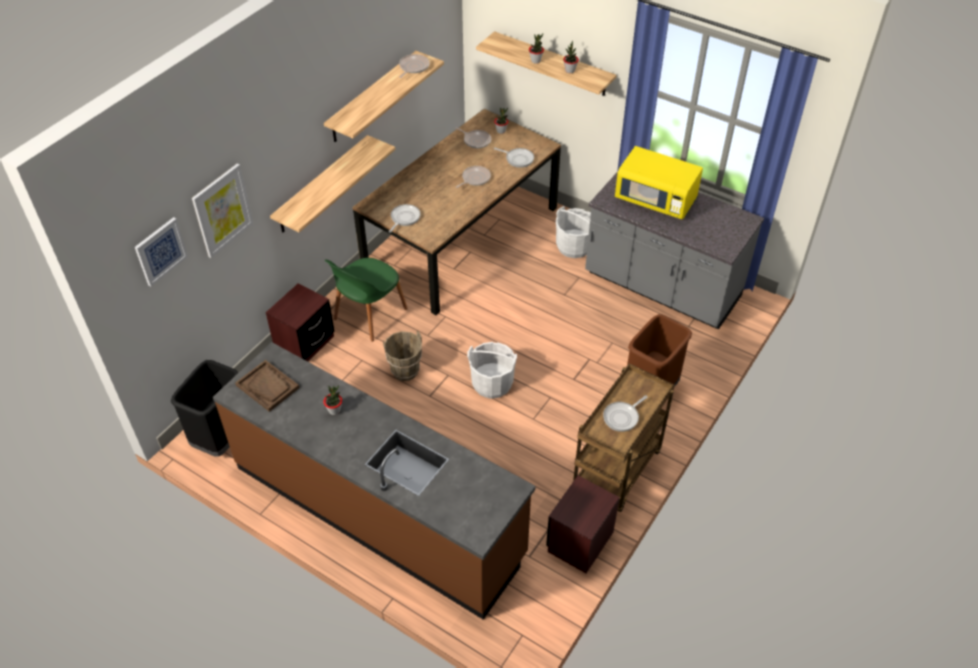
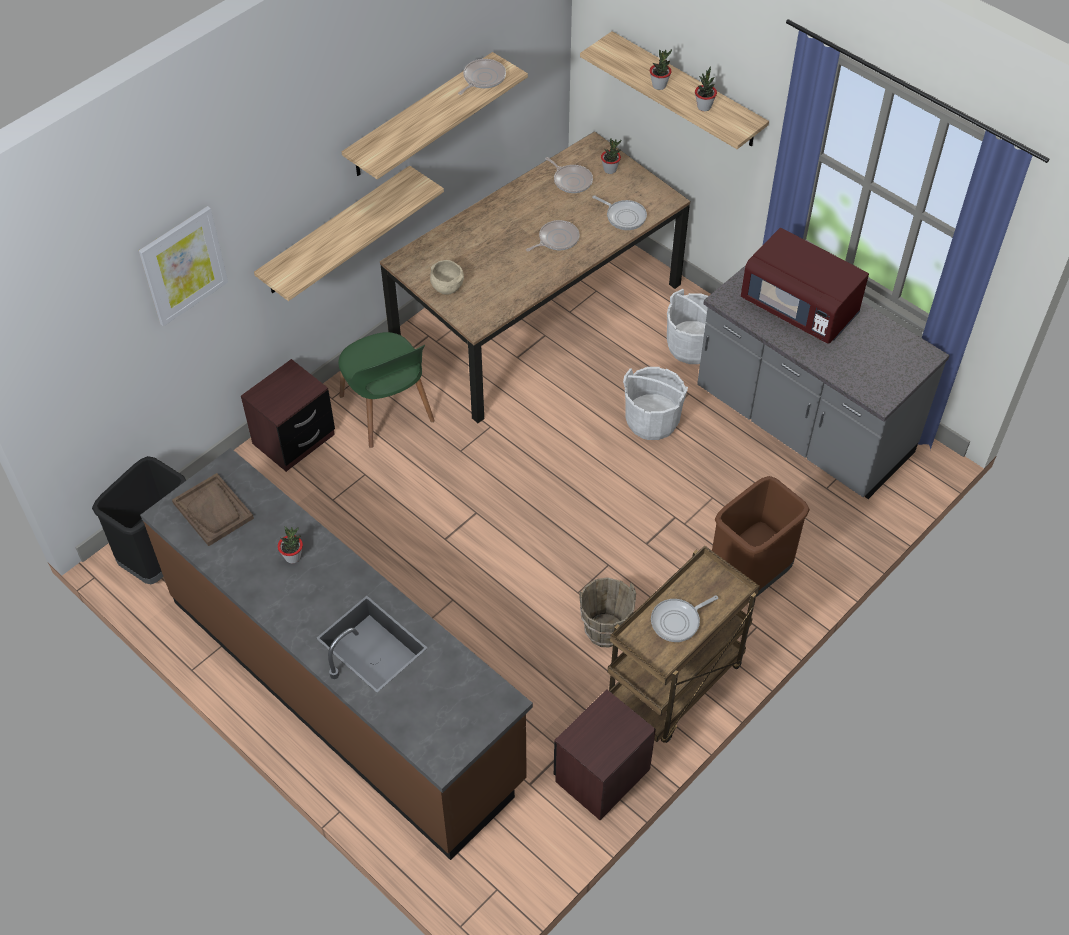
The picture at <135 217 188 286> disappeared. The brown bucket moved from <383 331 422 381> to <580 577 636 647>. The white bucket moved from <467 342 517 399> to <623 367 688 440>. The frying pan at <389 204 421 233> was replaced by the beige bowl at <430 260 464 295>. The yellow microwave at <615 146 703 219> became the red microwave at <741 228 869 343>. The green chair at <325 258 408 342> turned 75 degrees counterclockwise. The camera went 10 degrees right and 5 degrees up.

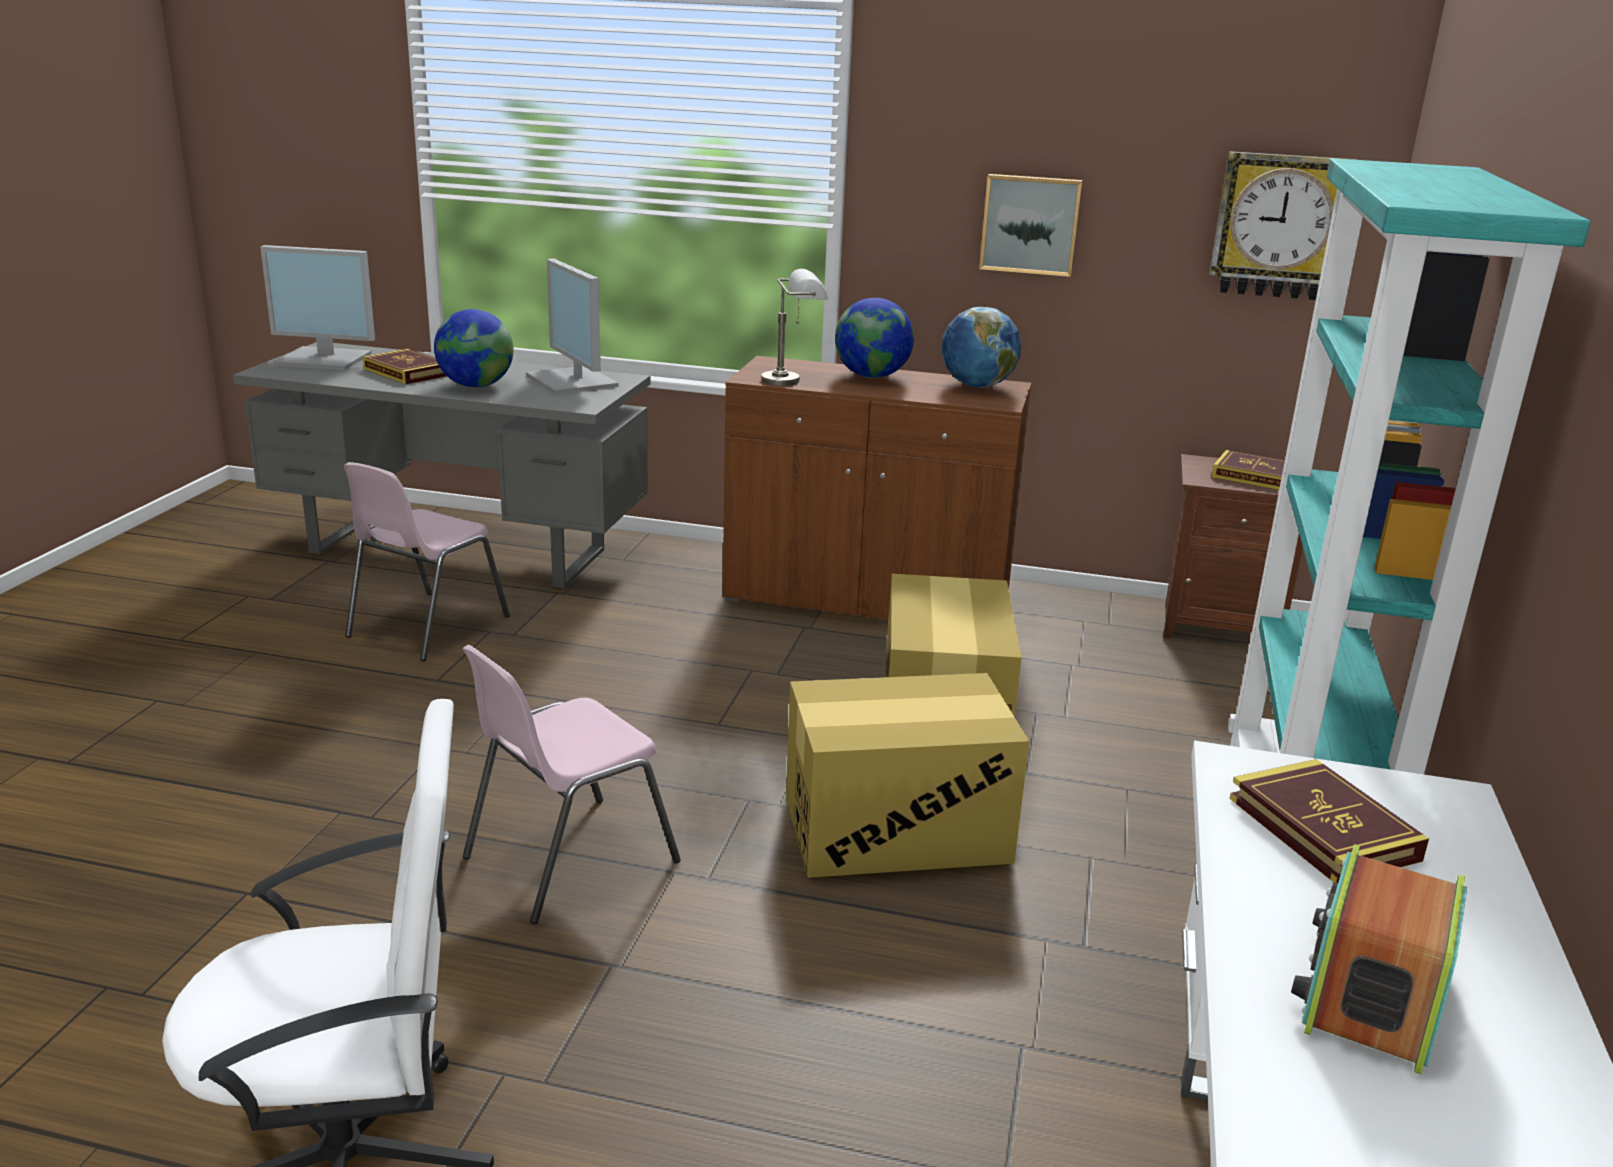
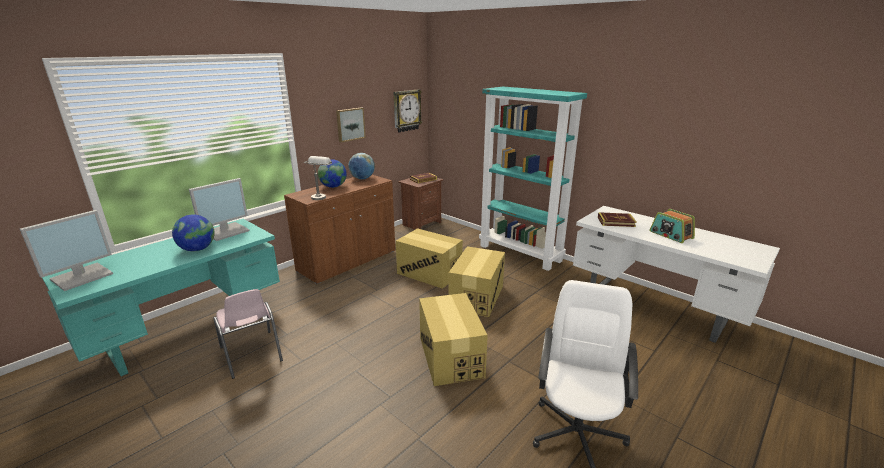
The book at <363 349 446 384> disappeared. The pink chair at <463 645 681 924> was replaced by the cardboard box at <419 293 488 386>. The grey desk at <233 342 651 589> became the turquoise desk at <42 219 280 377>. The monitor at <526 259 619 395> turned 45 degrees counterclockwise. The camera went 60 degrees left and 0 degrees up.

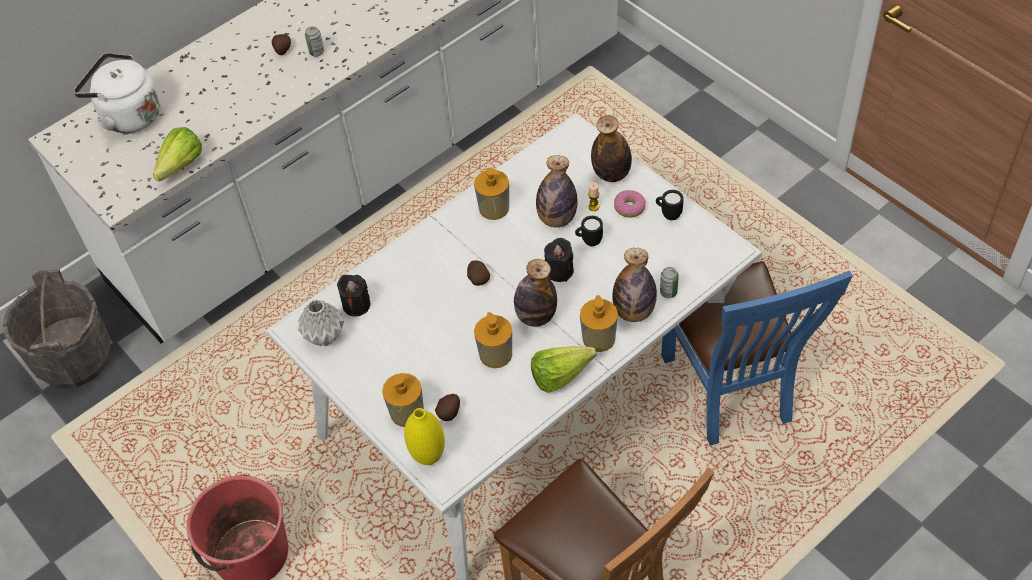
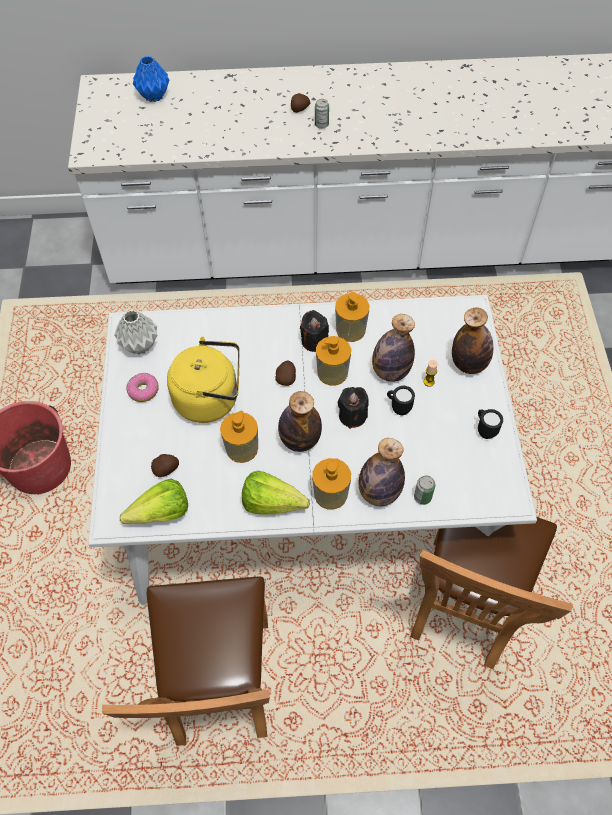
The grey bucket at <3 270 111 389> disappeared. The yellow vase at <404 408 445 465> disappeared. The yellow kettle at <167 337 240 423> appeared. The lettuce moved from <153 127 202 181> to <120 479 188 524>. The black candle moved from <337 275 370 317> to <300 310 329 352>. The soap dispenser moved from <382 373 424 427> to <316 336 351 386>. The donut moved from <614 190 646 218> to <126 373 159 402>. The white kettle at <74 53 161 133> was replaced by the blue vase at <133 56 169 102>. The blue chair at <661 261 853 446> became the brown chair at <410 517 573 669>. The camera went 35 degrees right and 5 degrees up.

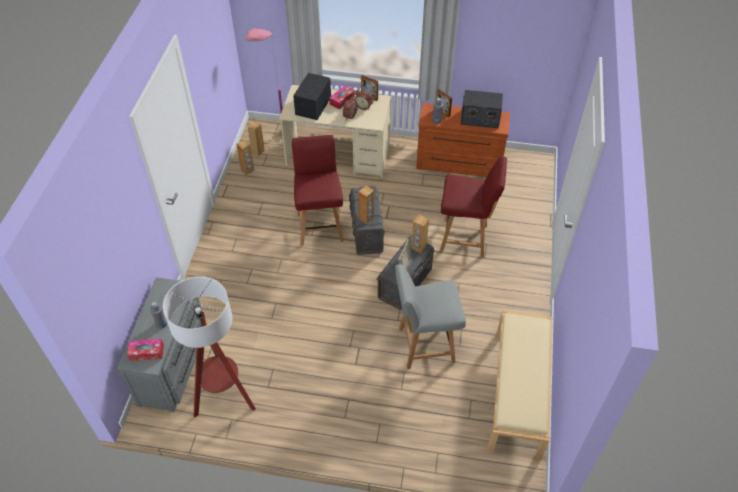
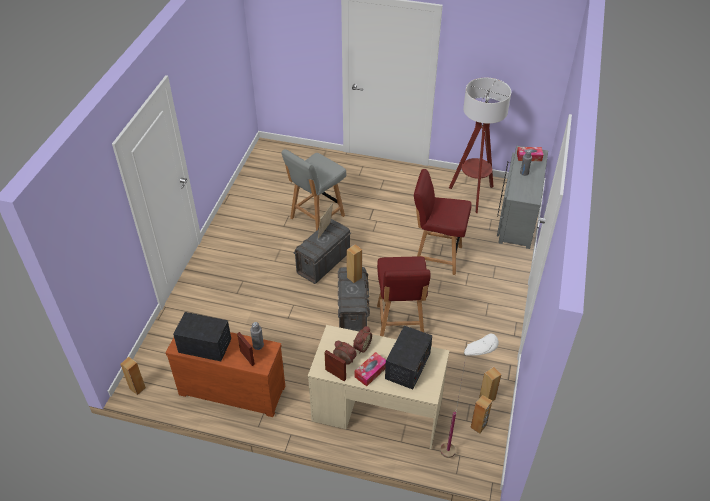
The beige bench at <487 310 553 460> disappeared. The brown speaker moved from <411 215 429 253> to <120 357 146 395>. The red chair moved from <440 156 507 258> to <414 169 471 275>. The pink floor lamp at <246 28 283 135> became the white floor lamp at <440 333 499 458>. The grey chair at <395 264 466 369> turned 135 degrees clockwise. The camera went 175 degrees left and 5 degrees down.

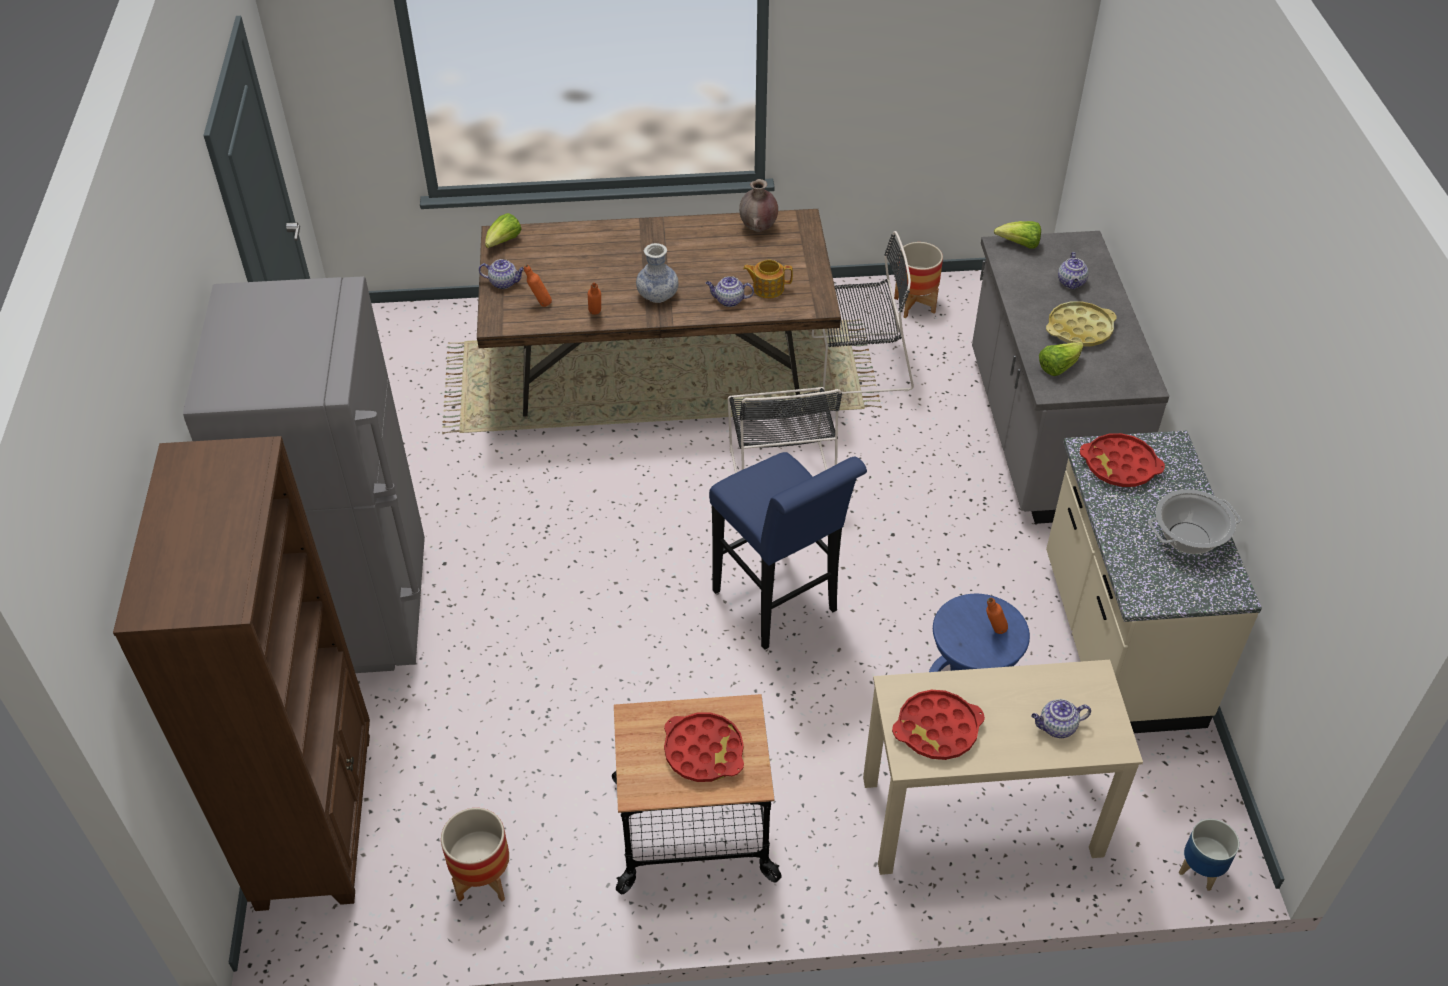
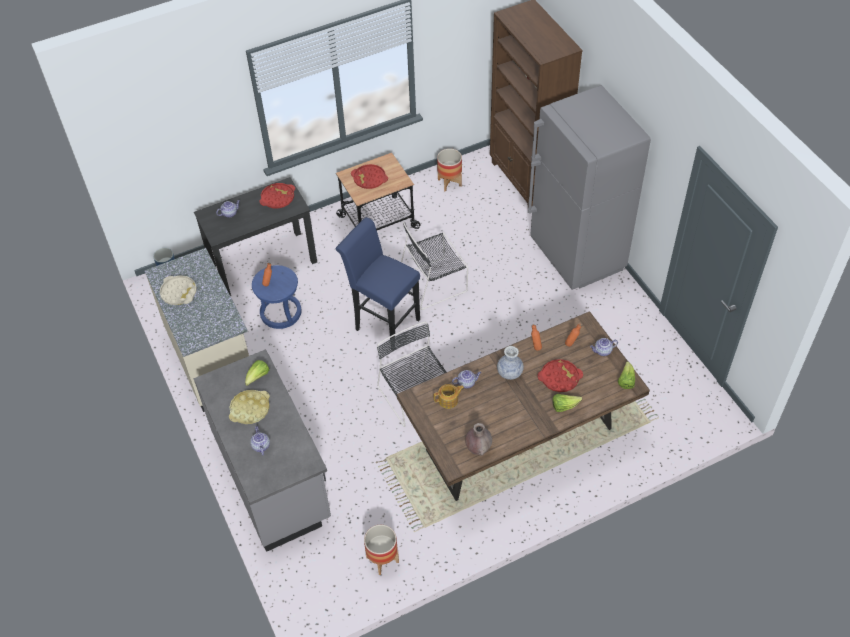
The black chair moved from <812 231 914 394> to <401 222 468 310>. The lettuce moved from <994 221 1041 248> to <552 394 582 412>. The red tray moved from <1080 433 1165 487> to <538 359 583 392>. The cooking pot at <1148 489 1241 554> was replaced by the beige tray at <160 275 197 305>. The beige desk at <863 660 1143 875> became the black desk at <194 177 317 296>. The camera went 160 degrees right and 5 degrees up.

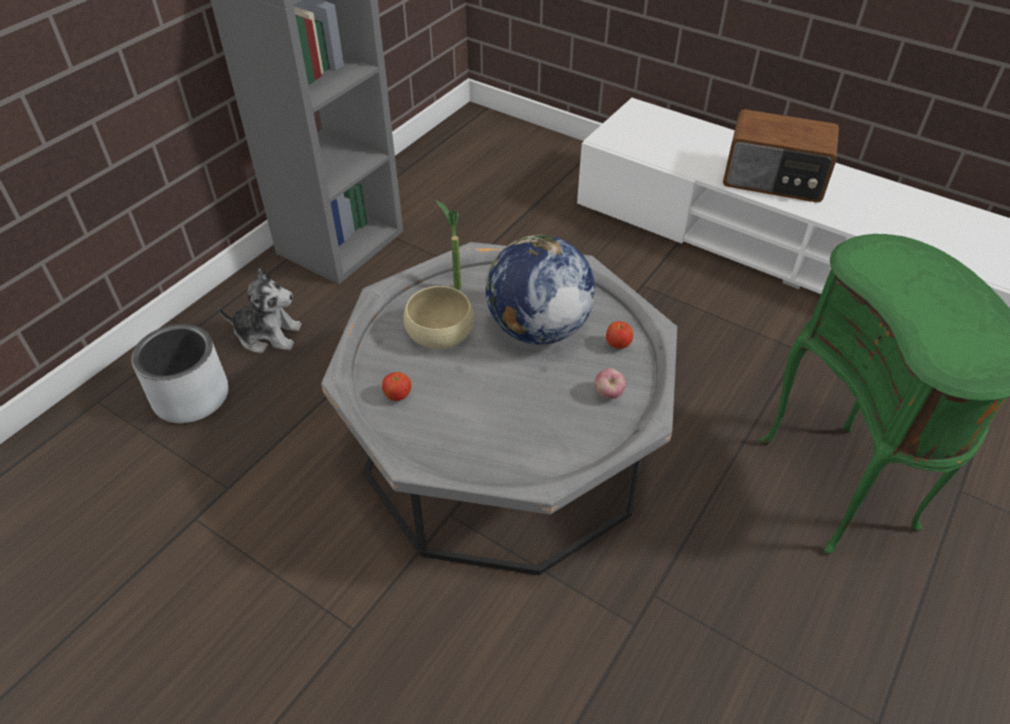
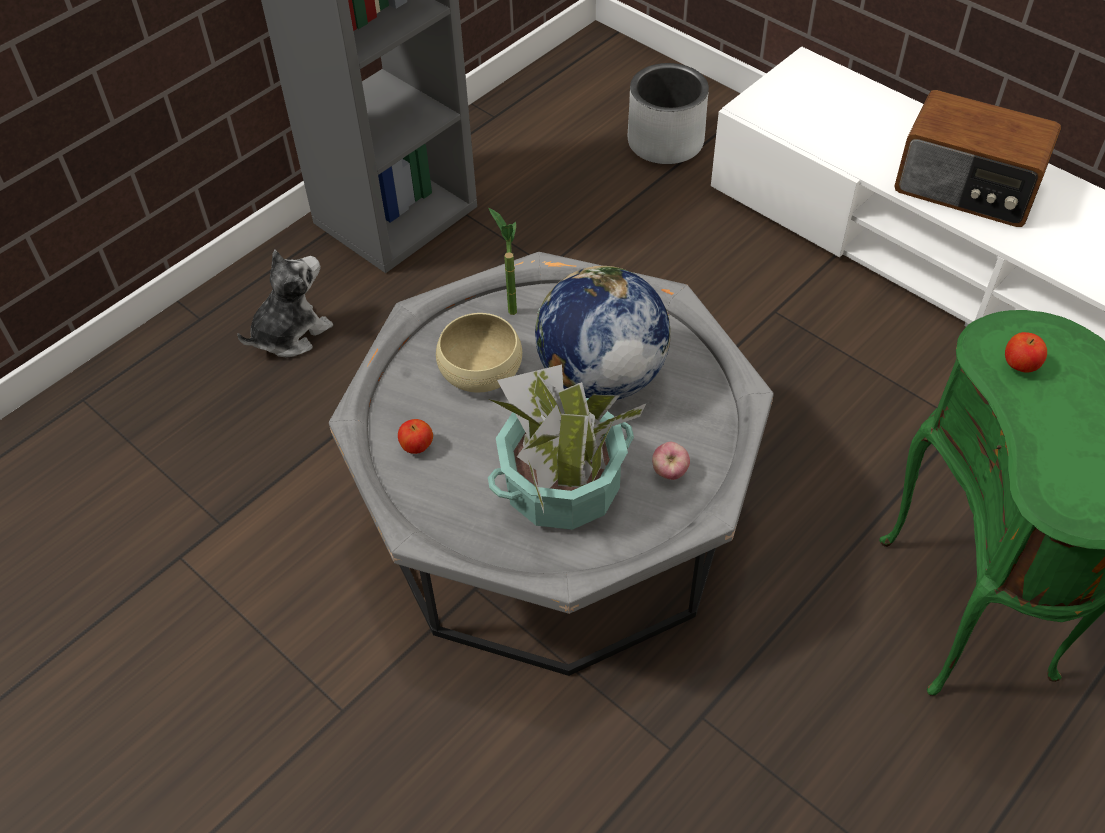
The potted plant at <488 365 646 530> appeared. The grey planter moved from <131 324 229 423> to <628 63 709 164>. The apple moved from <606 321 633 349> to <1005 332 1047 373>. The plush toy at <218 268 302 353> turned 60 degrees counterclockwise. The camera went 10 degrees right and 5 degrees up.

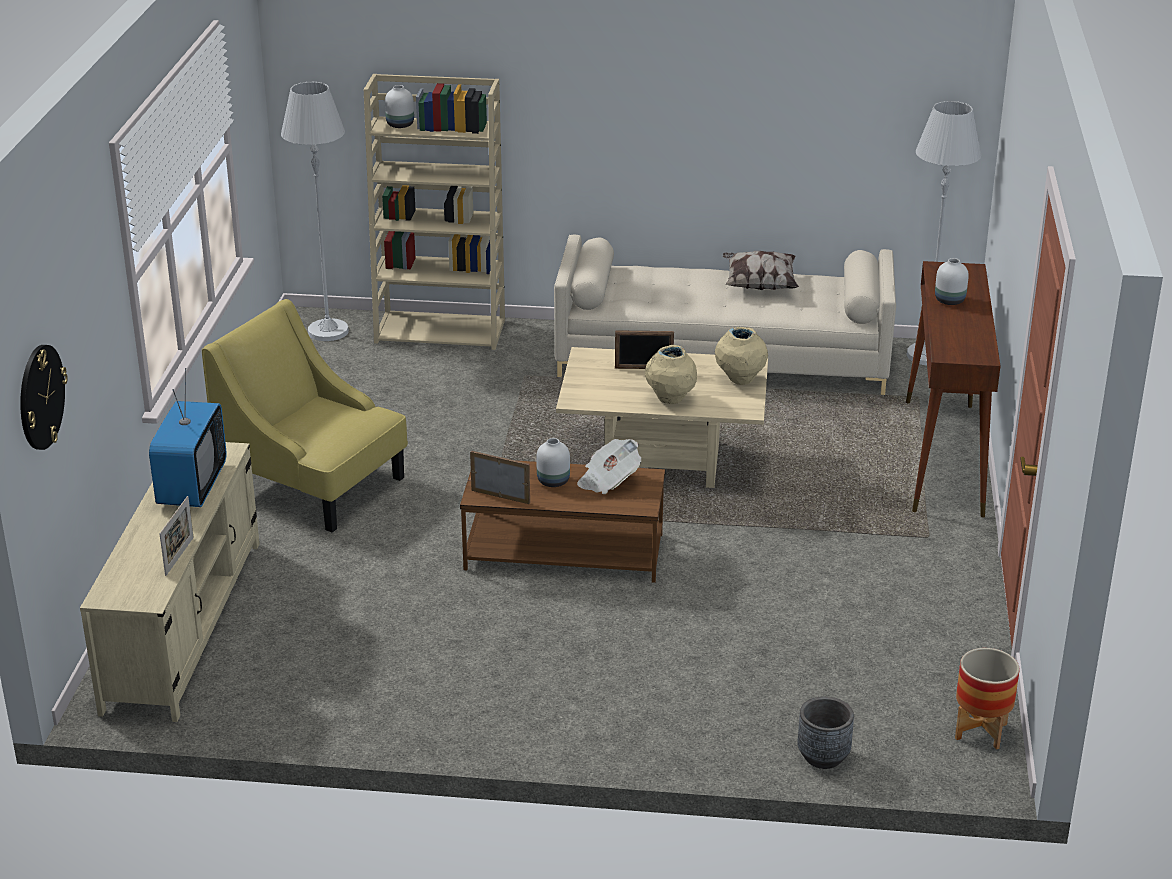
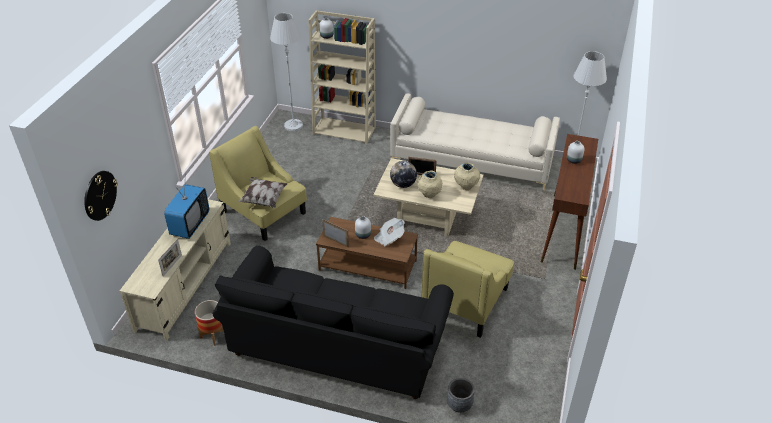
The black sofa at <213 246 454 399> appeared. The globe at <390 161 417 188> appeared. The yellow armchair at <421 241 514 338> appeared. The pillow moved from <723 251 799 290> to <238 177 288 208>. The planter moved from <955 648 1020 750> to <195 300 224 346>. The camera went 10 degrees right and 10 degrees up.

